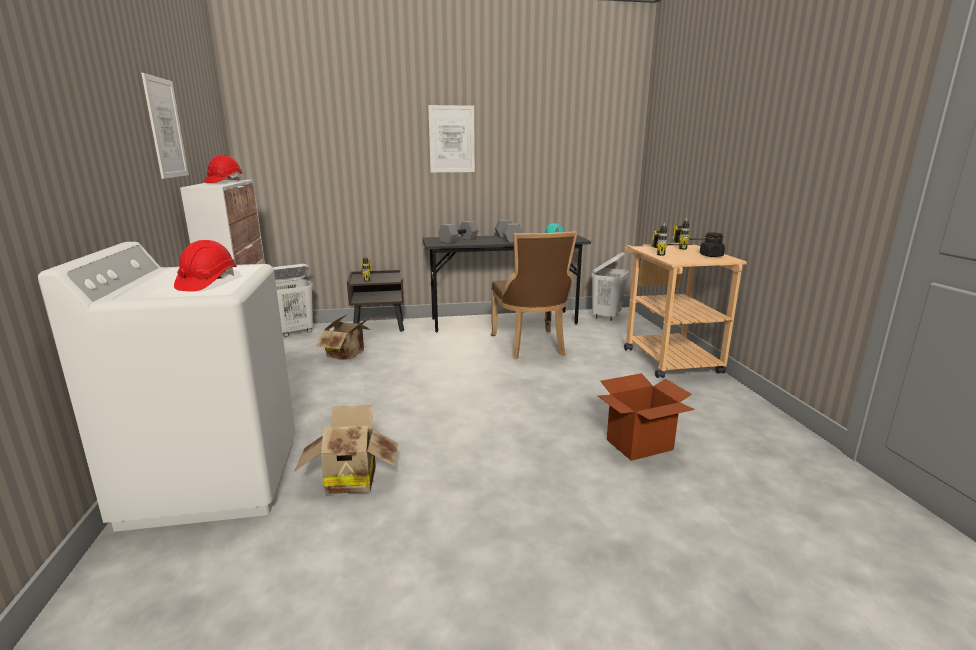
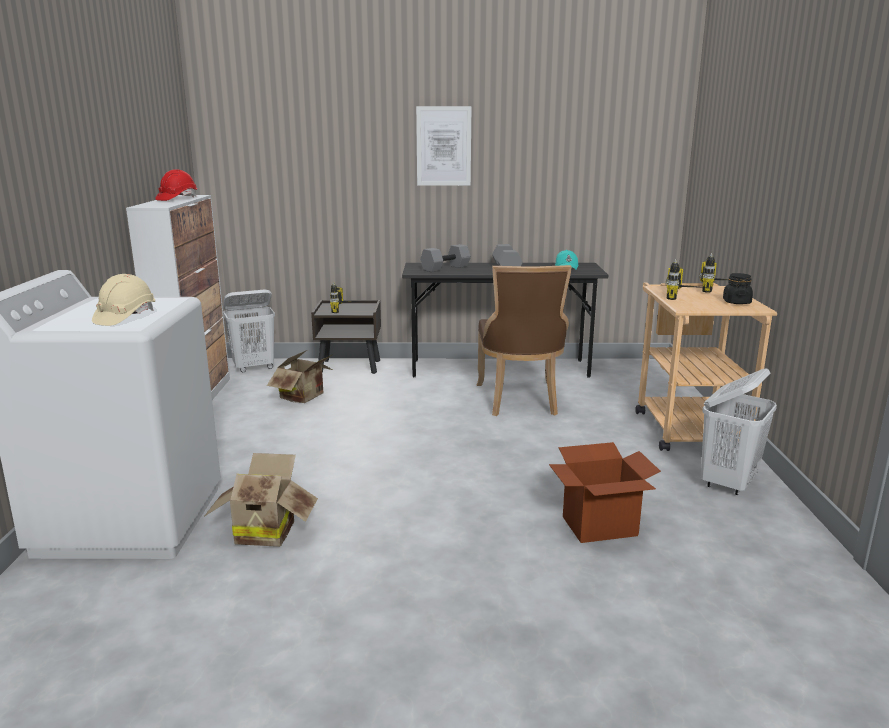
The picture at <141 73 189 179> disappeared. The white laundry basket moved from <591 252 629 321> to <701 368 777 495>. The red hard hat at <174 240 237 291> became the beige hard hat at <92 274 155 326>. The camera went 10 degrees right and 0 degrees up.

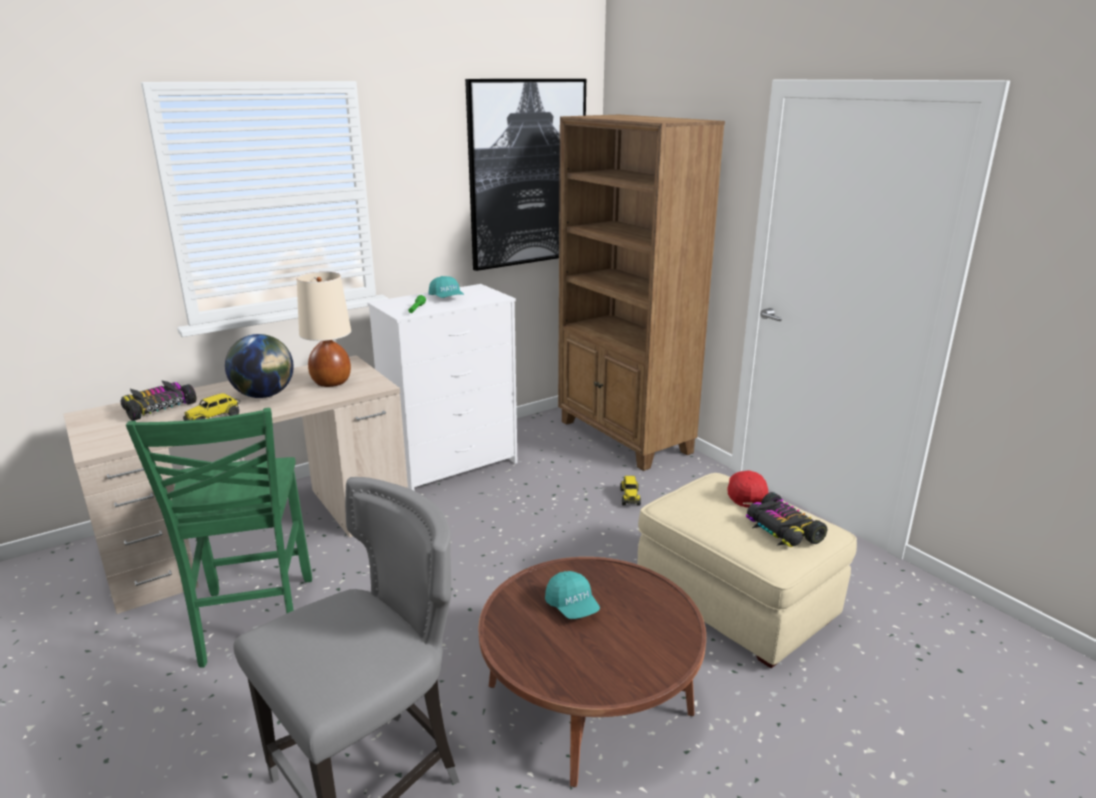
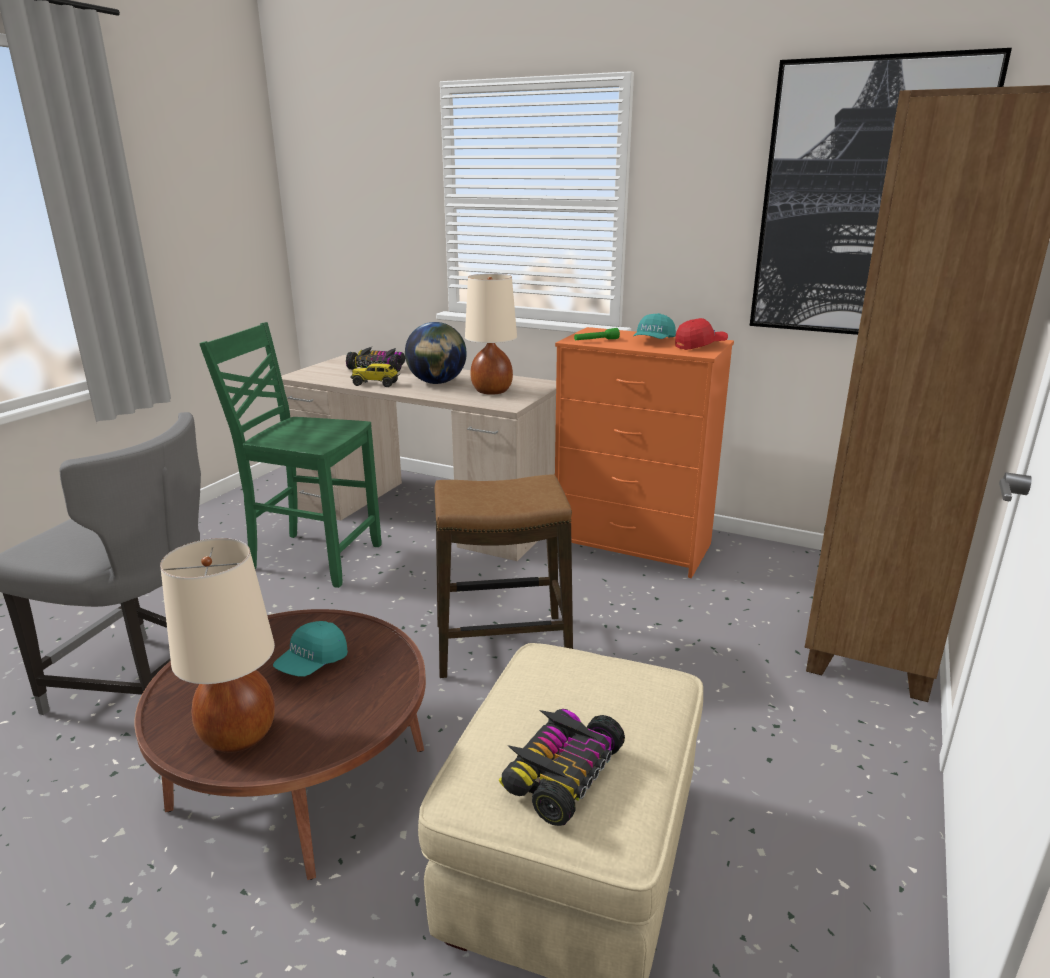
The toy truck at <620 476 641 506> disappeared. The beige table lamp at <160 538 275 753> appeared. The stool at <434 474 573 678> appeared. The red cap moved from <727 470 768 508> to <675 318 728 350>. The white dresser at <367 284 517 491> became the orange dresser at <555 327 734 578>. The green chair at <126 408 312 667> turned 60 degrees clockwise. The camera went 60 degrees right and 0 degrees up.

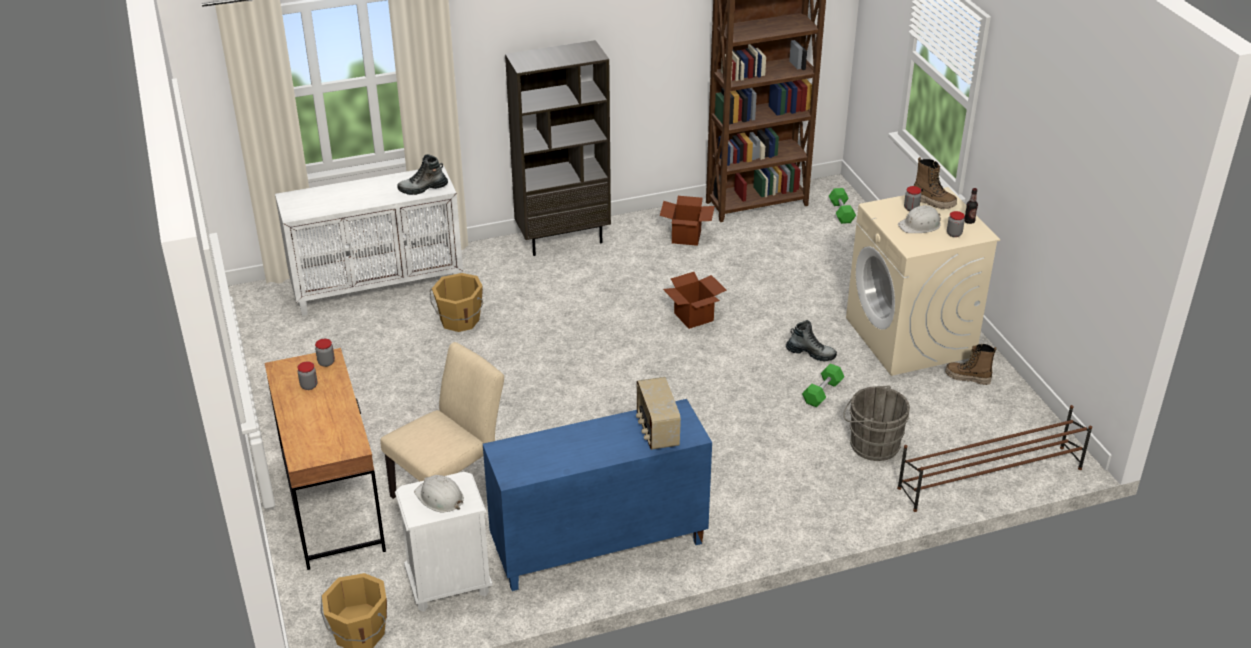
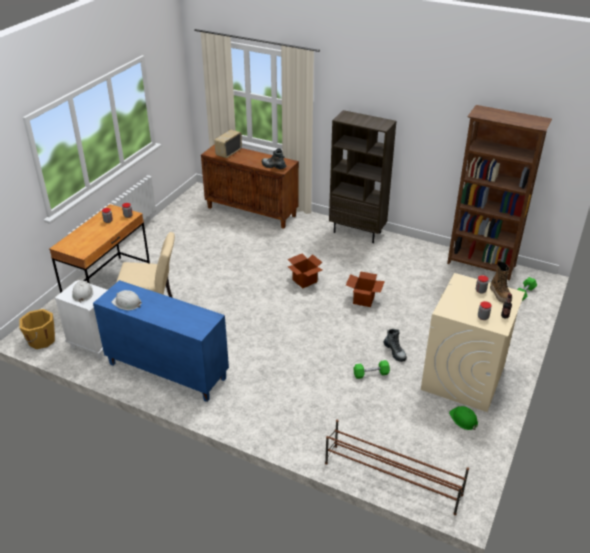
The orange bucket at <430 273 484 332> disappeared. The grey bucket at <843 385 910 461> disappeared. The radio moved from <636 377 681 450> to <214 129 242 158>. The cardboard box moved from <660 196 715 246> to <287 253 322 288>. The white hard hat moved from <898 205 941 233> to <111 290 142 310>. The boot at <945 344 996 385> was replaced by the green hard hat at <449 406 478 430>. The white cabinet at <275 165 463 316> became the brown cabinet at <201 144 299 229>. The camera went 45 degrees right and 0 degrees up.

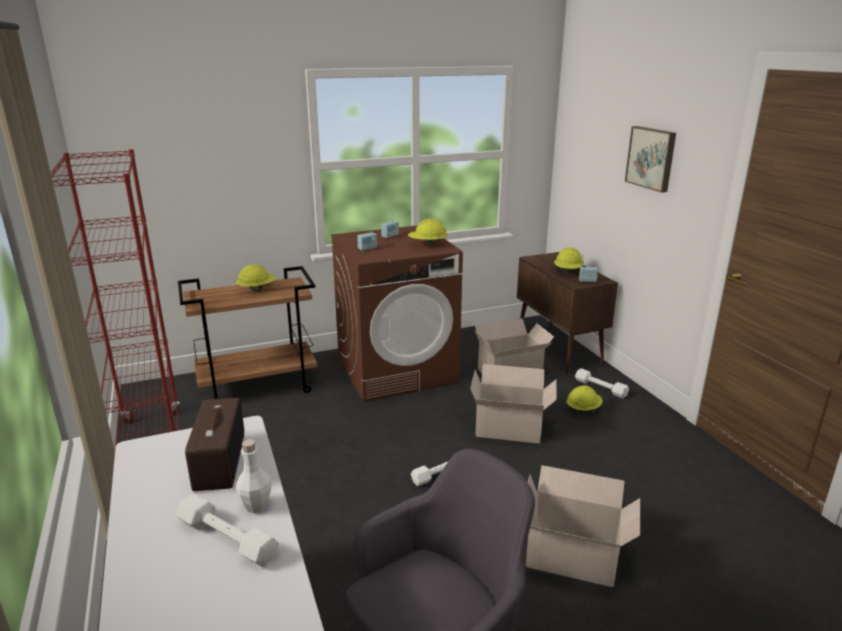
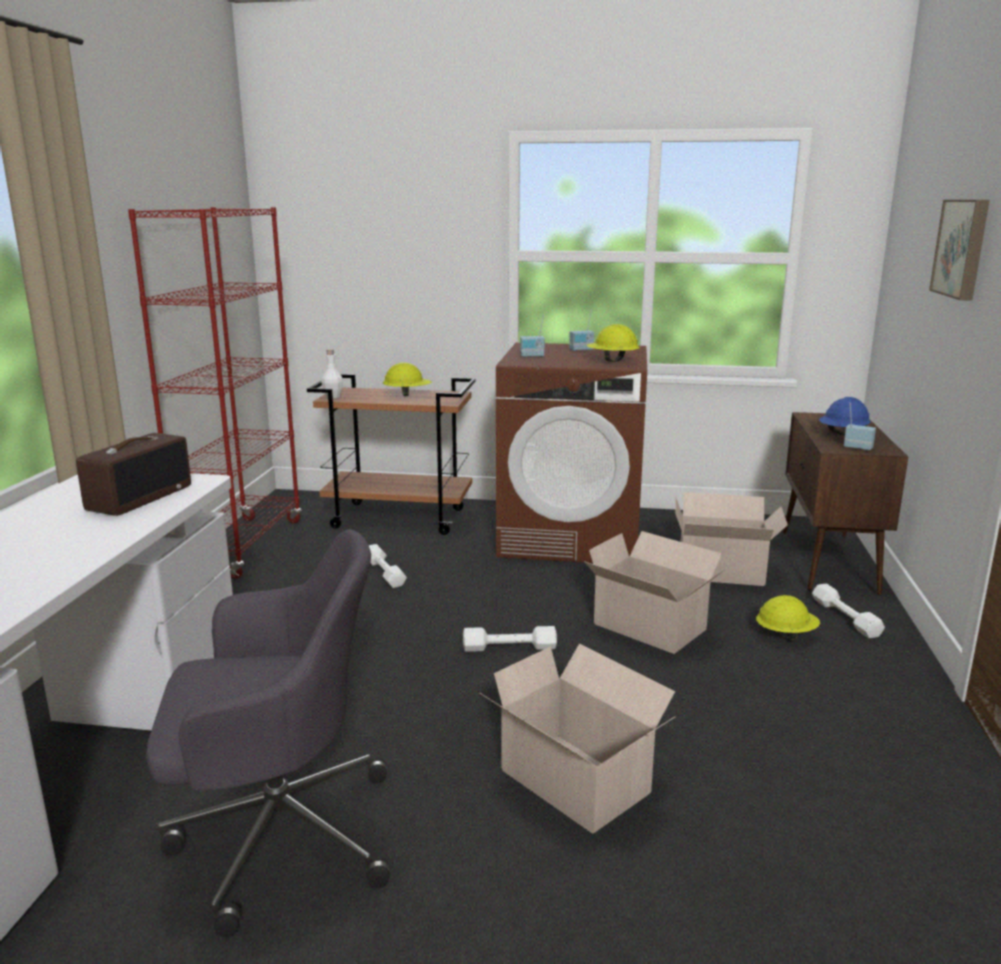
The white dumbbell moved from <176 494 279 567> to <369 544 407 588>. The white bottle moved from <236 439 272 513> to <321 349 343 398>. The yellow hard hat at <554 247 583 272> became the blue hard hat at <819 397 871 435>. The camera went 30 degrees right and 5 degrees down.

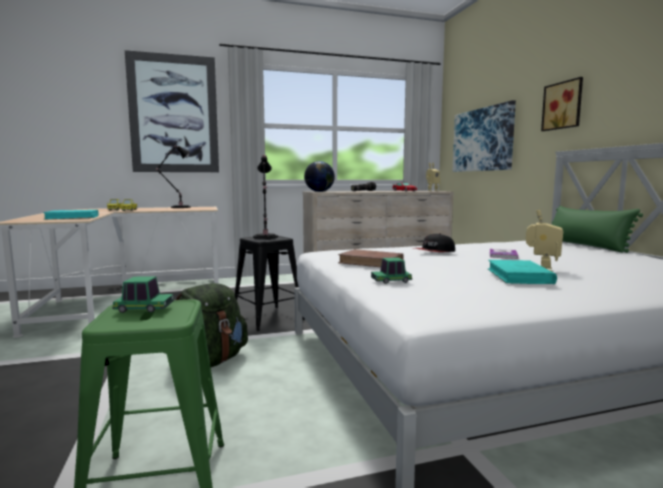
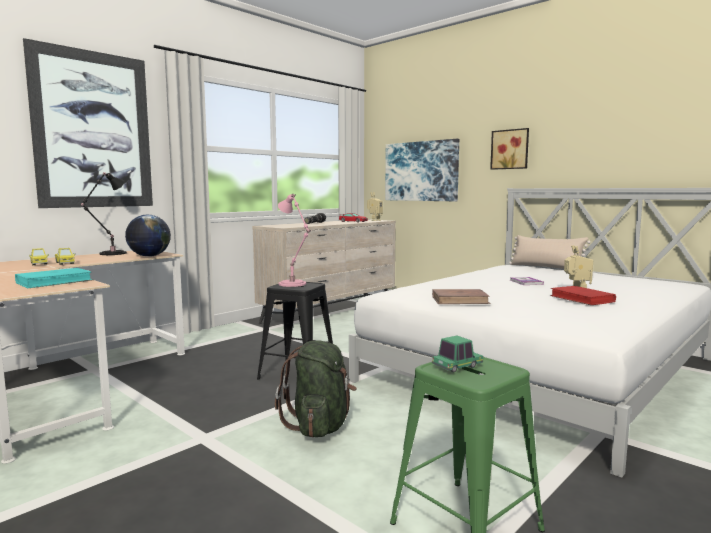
The toy car at <371 257 412 284> disappeared. The cap at <415 233 455 252> disappeared. The globe moved from <304 161 335 192> to <125 215 171 257>. The black table lamp at <253 155 278 239> became the pink table lamp at <278 194 311 287>. The turquoise book at <488 260 557 284> became the red book at <550 286 616 305>. The green pillow at <552 206 643 253> became the beige pillow at <509 235 591 269>. The camera went 30 degrees left and 0 degrees up.

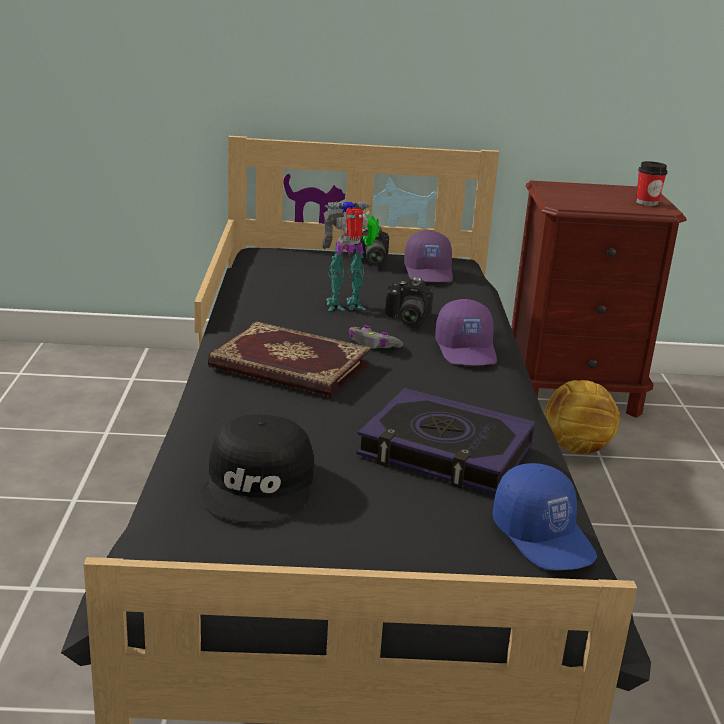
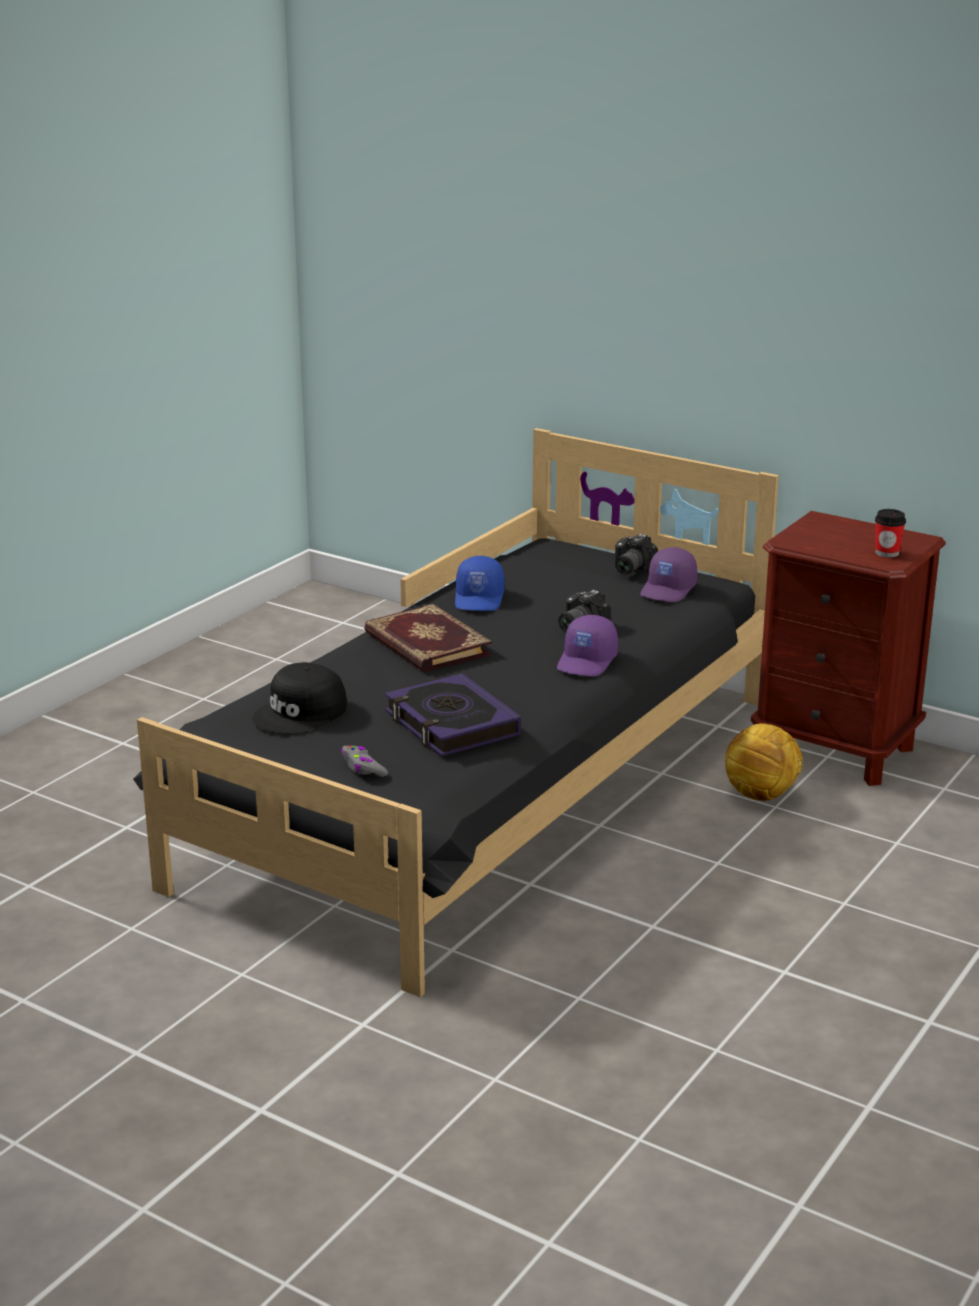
The toy robot at <322 201 381 311> disappeared. The grey game controller moved from <349 325 403 349> to <341 745 388 777>. The blue cap moved from <493 463 597 570> to <455 556 505 611>. The camera went 35 degrees right and 0 degrees up.

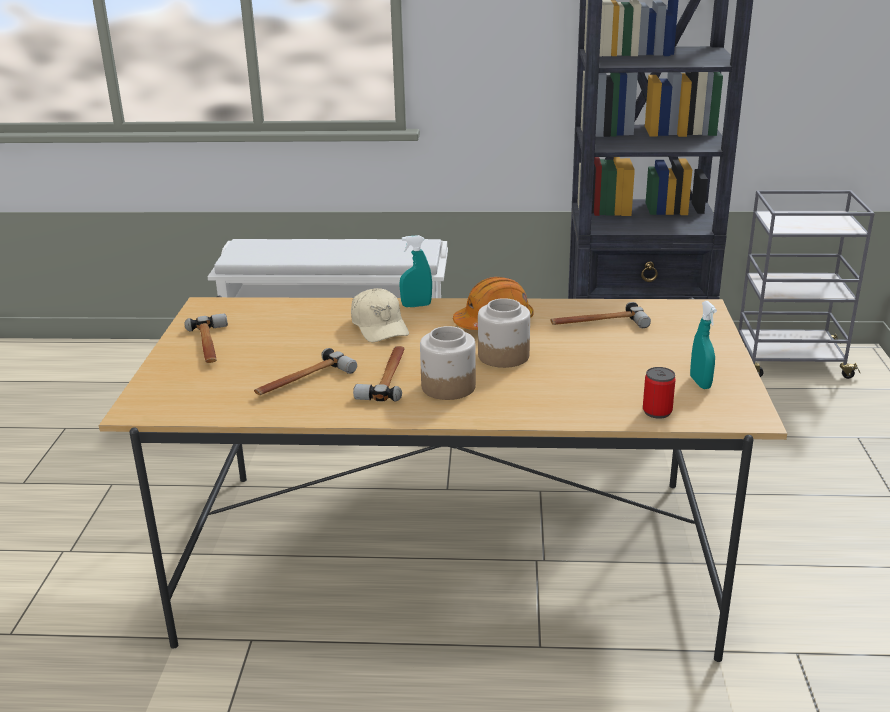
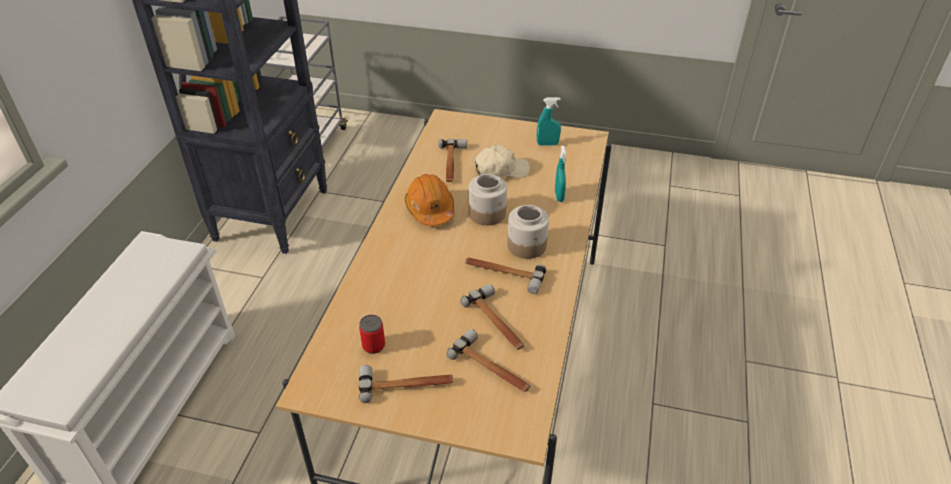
The hammer at <446 329 530 392> appeared. The beige cap moved from <351 288 409 342> to <475 145 530 178>. The turquoise spray bottle moved from <399 235 432 307> to <555 146 566 202>. The can moved from <643 367 676 419> to <359 315 385 354>. The camera went 80 degrees left and 15 degrees up.

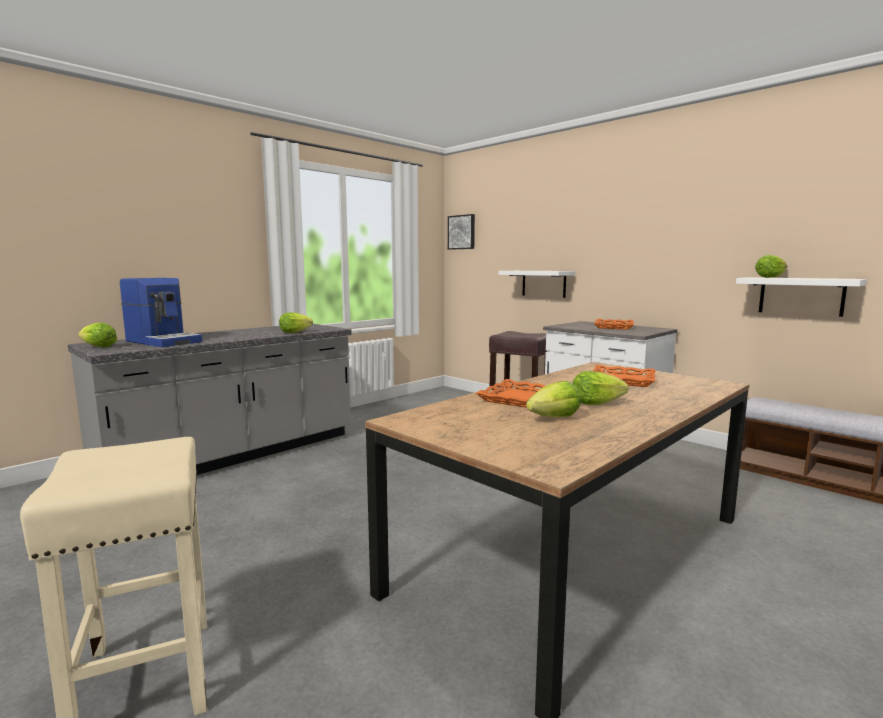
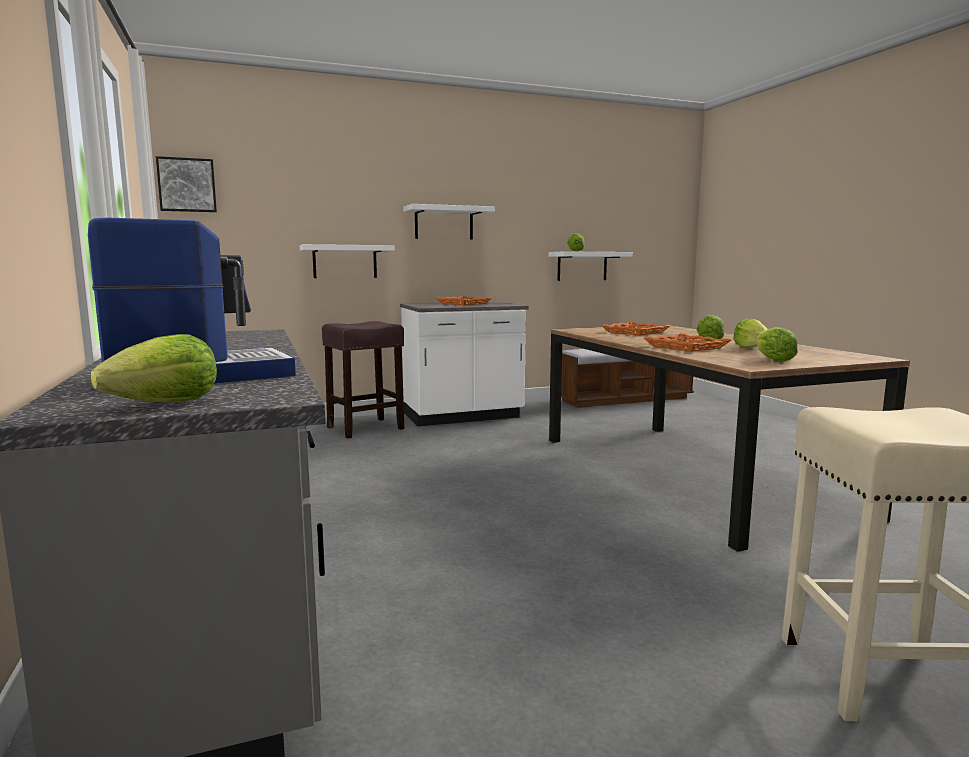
The white shelf at <403 204 495 240> appeared. The lettuce moved from <279 313 313 333> to <755 327 798 362>. The camera went 65 degrees left and 0 degrees up.

